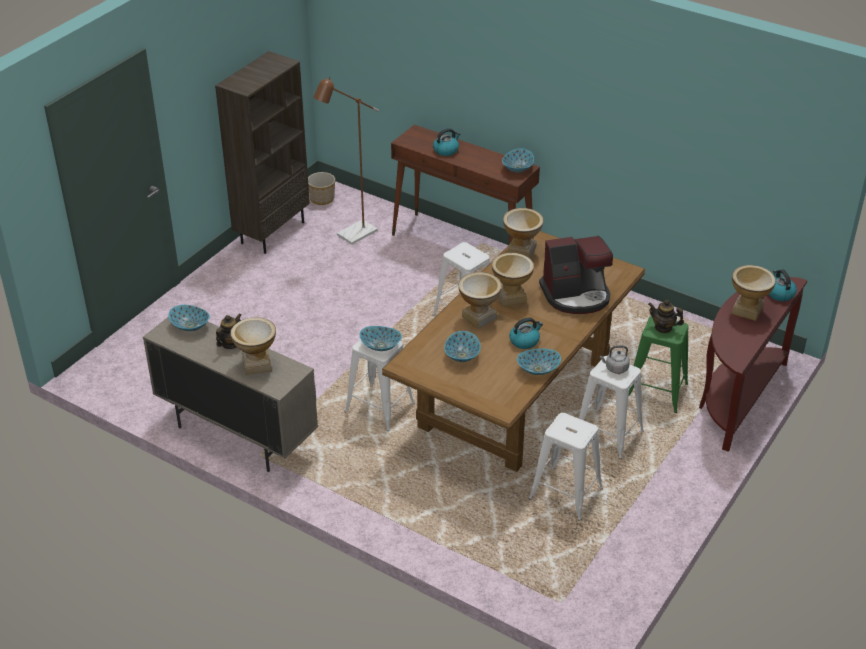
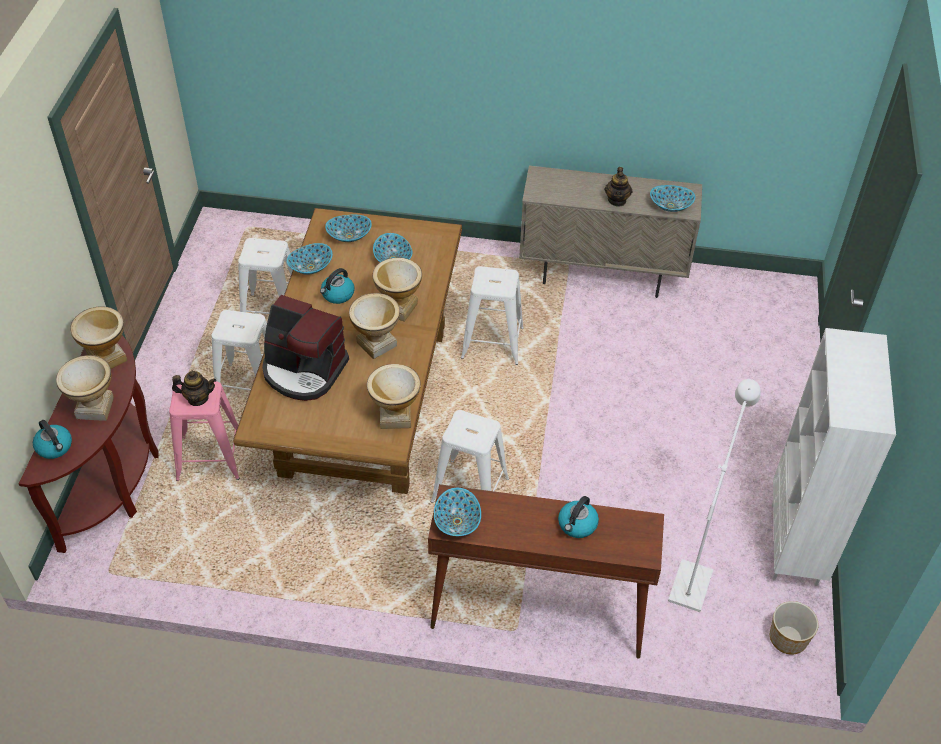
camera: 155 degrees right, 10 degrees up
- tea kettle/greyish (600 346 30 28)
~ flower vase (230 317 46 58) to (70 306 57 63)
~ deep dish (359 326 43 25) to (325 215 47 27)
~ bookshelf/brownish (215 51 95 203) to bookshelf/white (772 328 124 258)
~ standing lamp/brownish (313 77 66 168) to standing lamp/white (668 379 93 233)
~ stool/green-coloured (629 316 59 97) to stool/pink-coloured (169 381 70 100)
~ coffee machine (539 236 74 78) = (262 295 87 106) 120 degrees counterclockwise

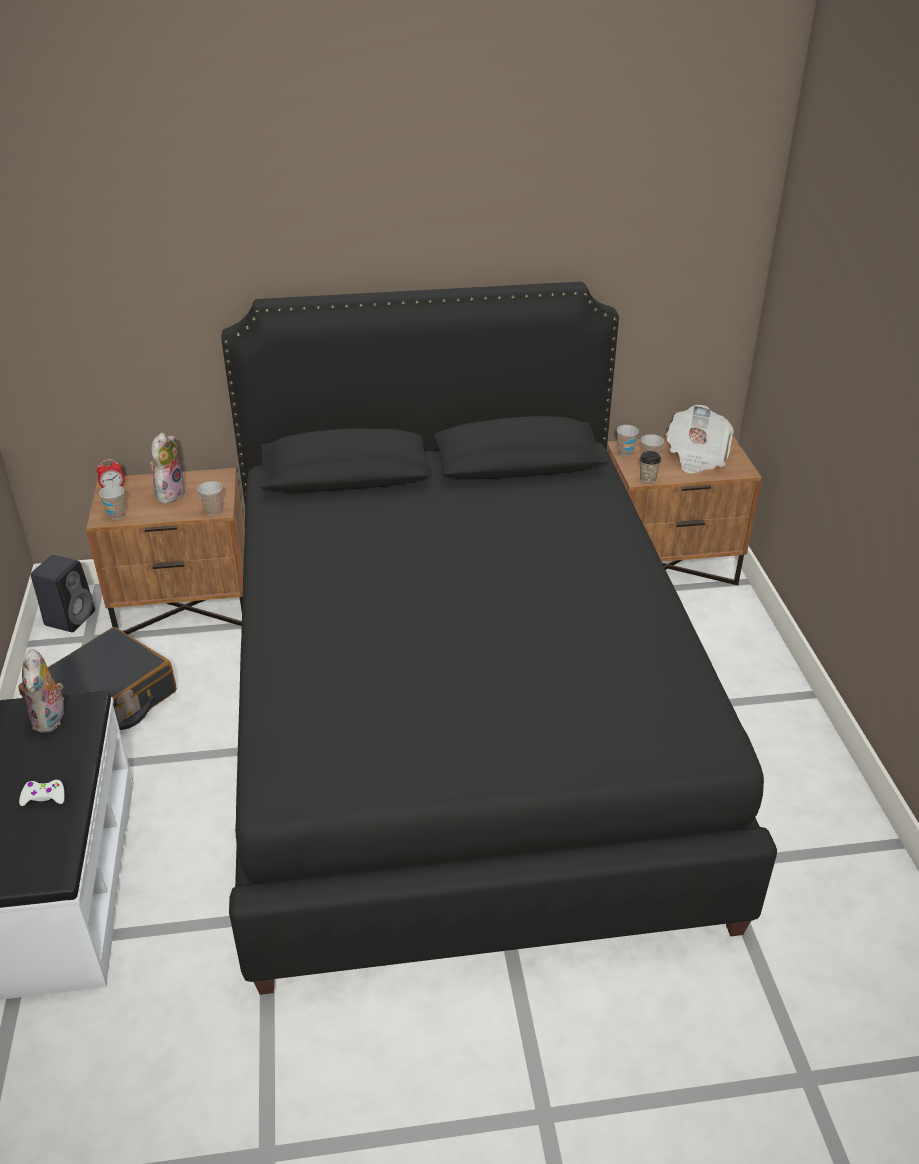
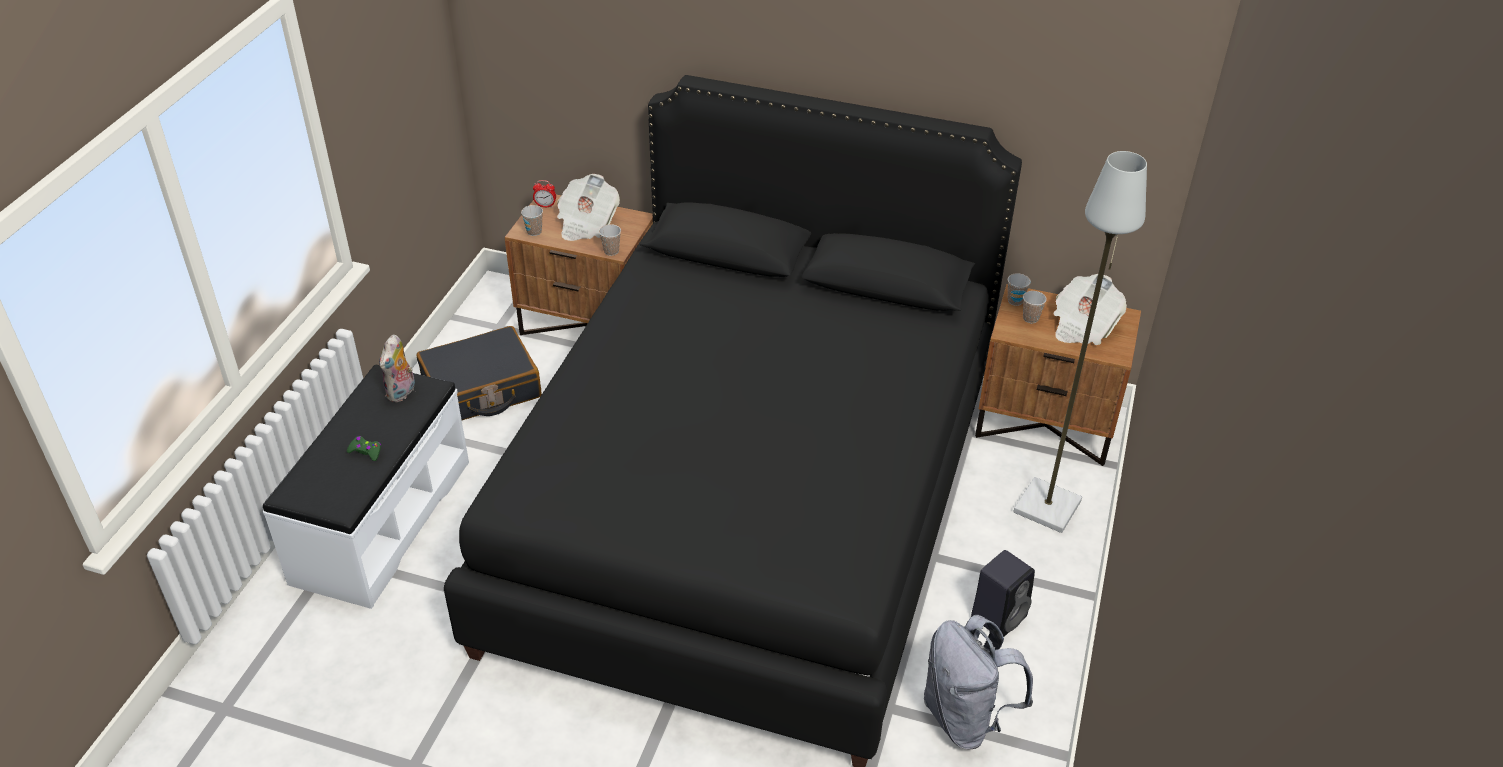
camera: 25 degrees right, 5 degrees up
- drinking cup (640 451 21 32)
+ knapsack/greyish (924 615 109 134)
+ standing lamp/greyish (1013 151 134 382)
~ speaker/black-coloured (31 555 64 77) to (971 550 64 87)
~ plush toy (150 432 37 72) to printed paper (557 174 63 67)
~ gamepad/white (19 780 46 26) to gamepad/green-coloured (347 436 34 25)

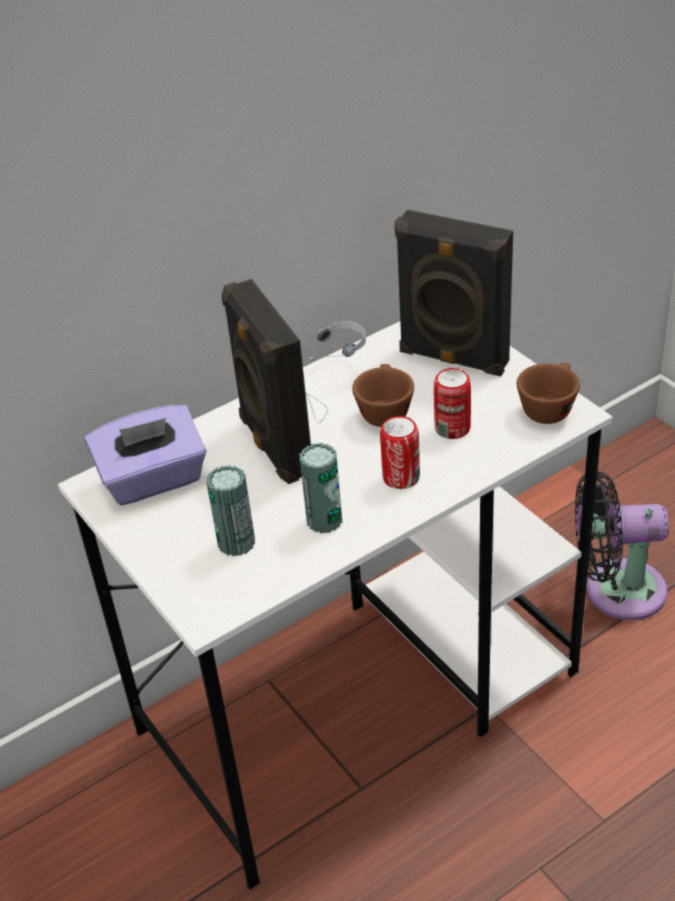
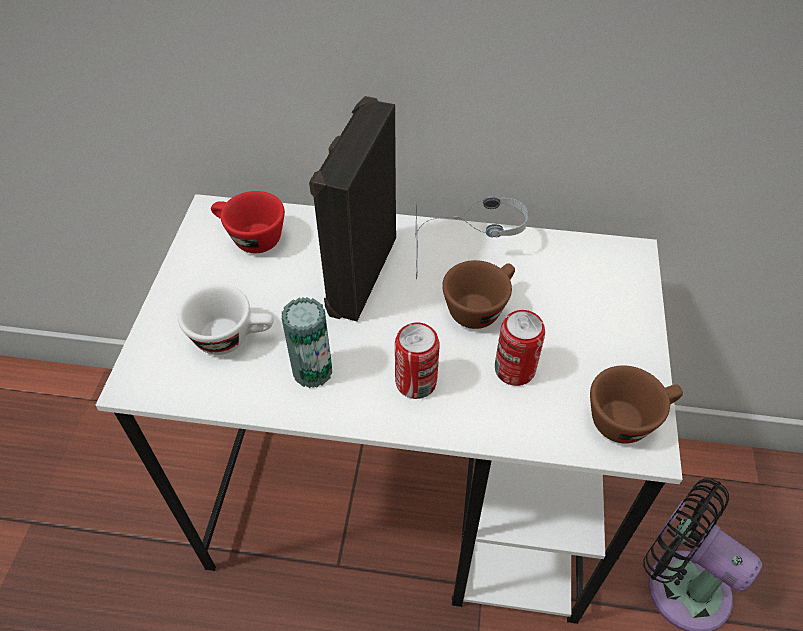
camera: 40 degrees right, 10 degrees up
- speaker/black-coloured (395 210 118 166)
~ tissue holder/purplish (85 405 121 100) to drinking cup/reddish (211 191 74 62)
~ metal can (206 465 49 92) to drinking cup/white (178 284 96 71)

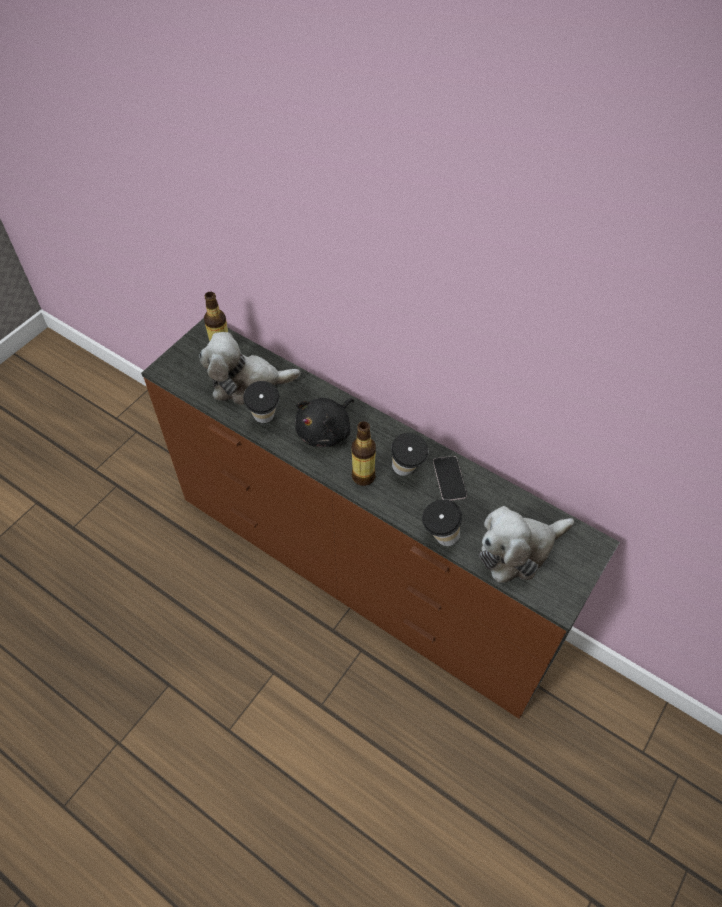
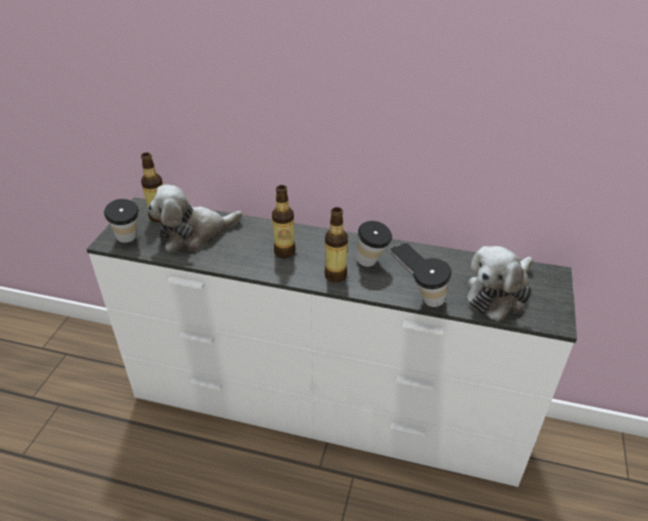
camera: 20 degrees left, 15 degrees down
~ drinking cup (243 381 37 42) to (104 199 35 44)
~ plush toy/black-coloured (295 398 59 49) to drink bottle (272 185 24 73)
~ chest of drawers/brownish (141 318 479 401) to chest of drawers/white (86 197 491 290)

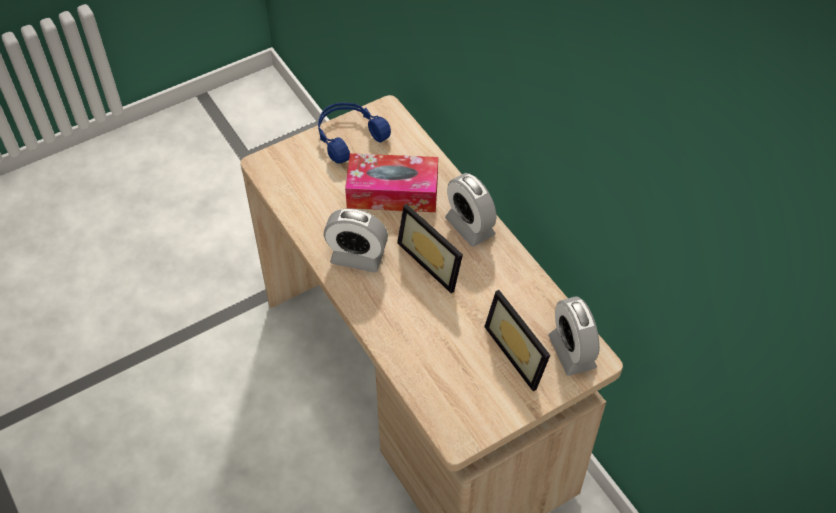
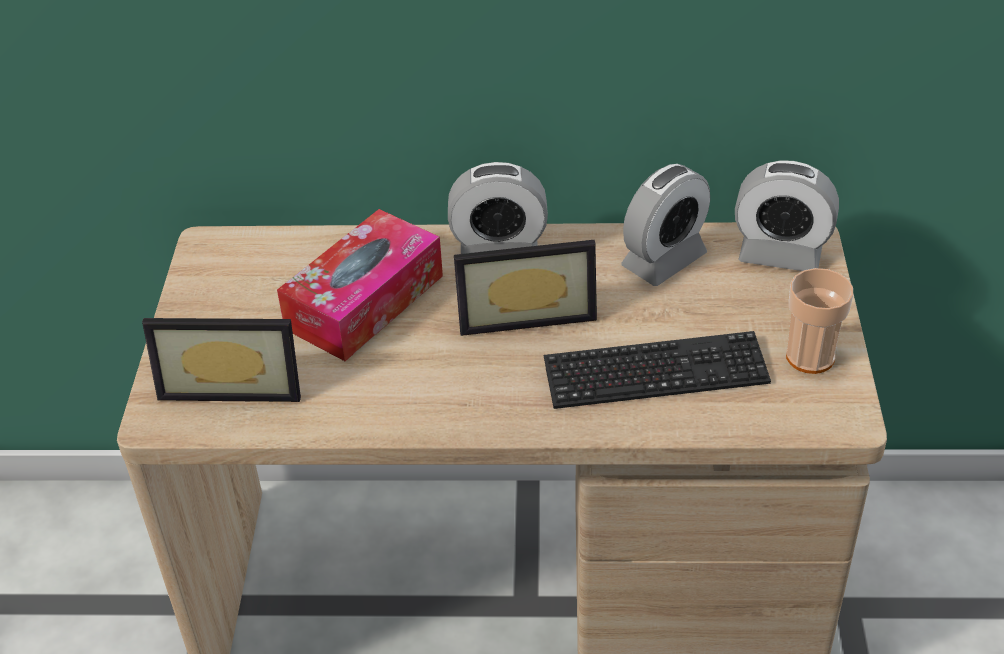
camera: 55 degrees left, 10 degrees down
- headphones/blue-coloured (318 103 73 60)
+ PC keyboard (544 331 227 78)
+ drinking cup (786 268 67 106)
~ table clock (324 208 64 65) to (621 164 89 122)
~ photo frame (484 290 66 101) to (142 318 159 84)

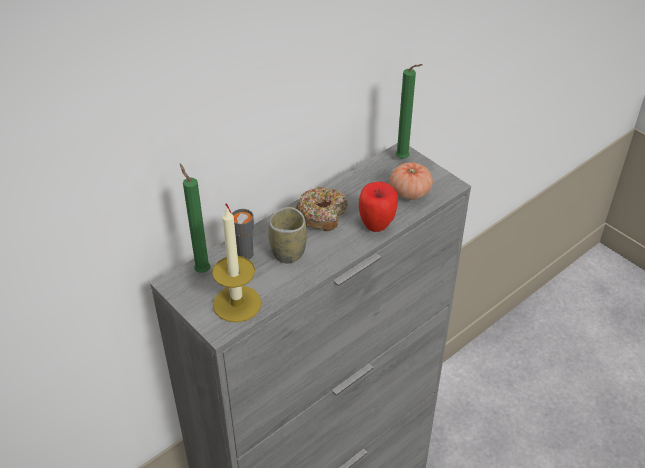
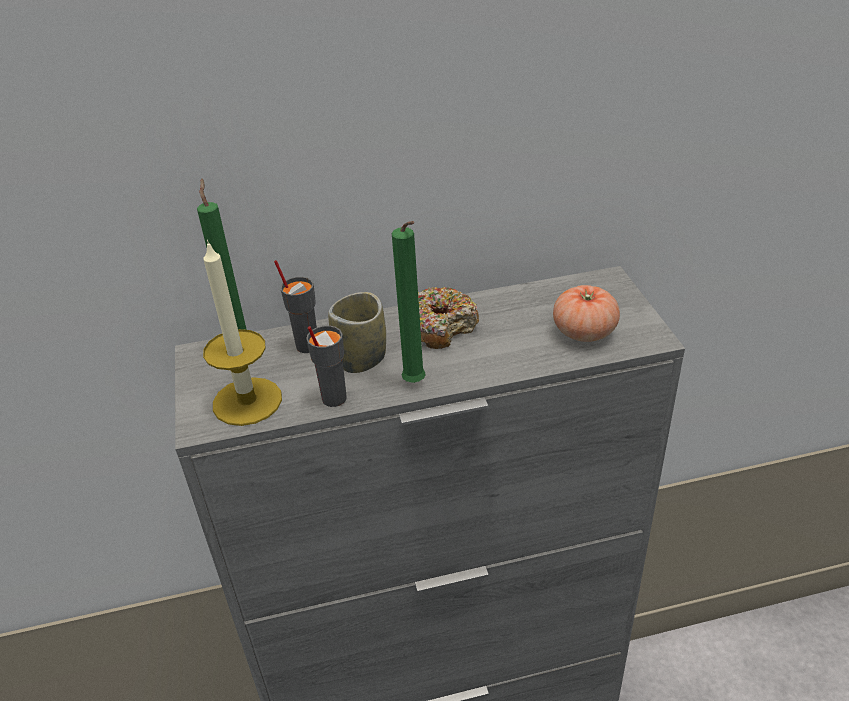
camera: 30 degrees right, 5 degrees down
- whole apple (359 182 39 50)
+ drinking cup/greyish (306 326 41 81)
~ wax candle/green-coloured (396 64 26 95) to (392 221 34 162)

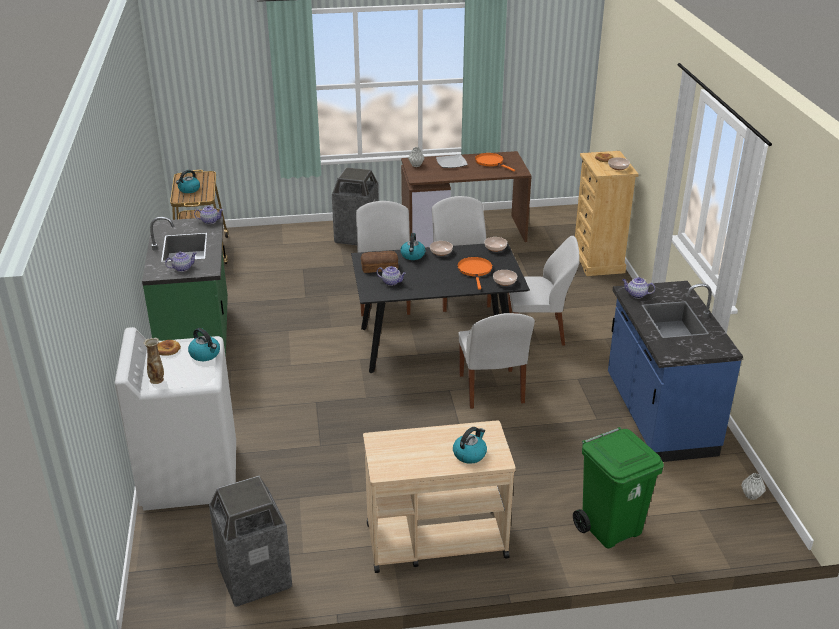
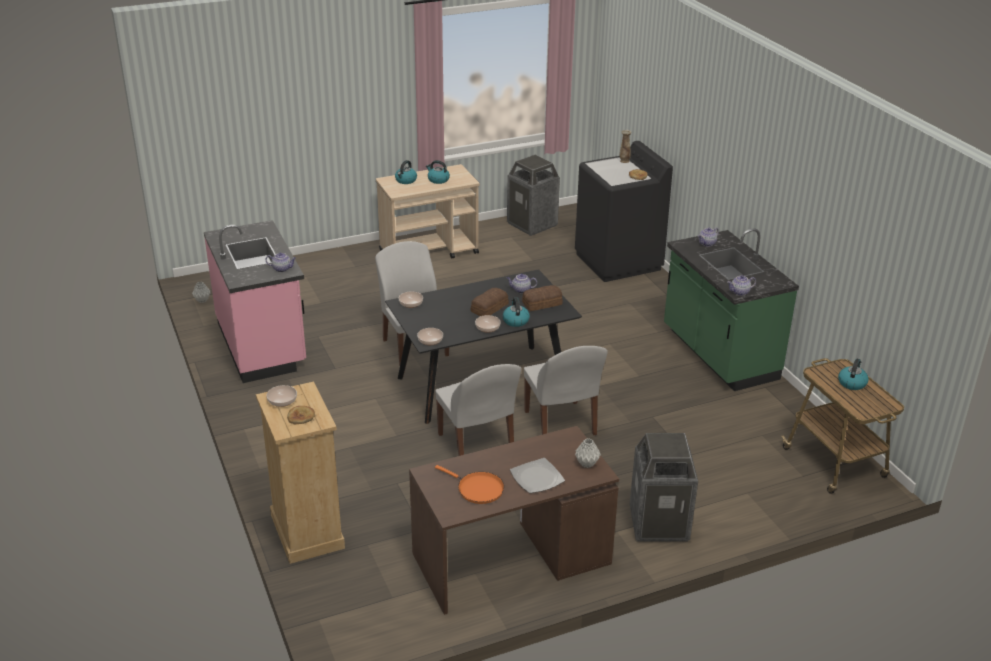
camera: 165 degrees right, 0 degrees up
- frying pan/orangey (457 257 35 32)
- plain chair/white (508 236 72 109)
- waste bin/green-coloured (573 427 91 122)
+ bread (471 288 38 28)
~ tea kettle (188 328 32 33) to (426 160 24 24)
~ washing machine/white (115 327 121 184) to washing machine/black-coloured (575 141 98 141)
~ kitchen base unit/blue-coloured (608 281 135 181) to kitchen base unit/pink-coloured (204 220 102 163)

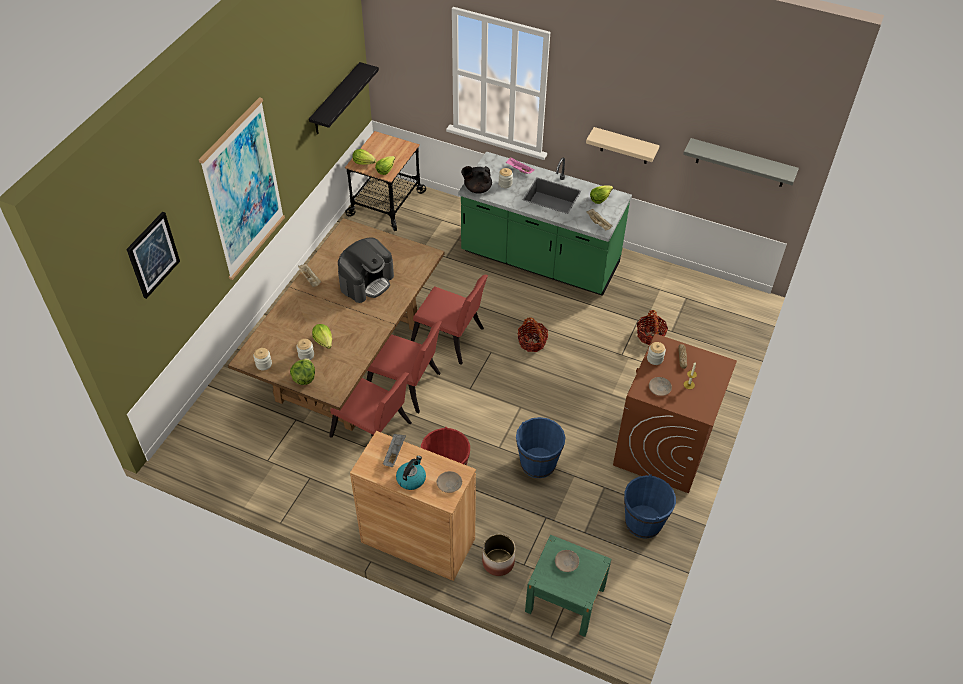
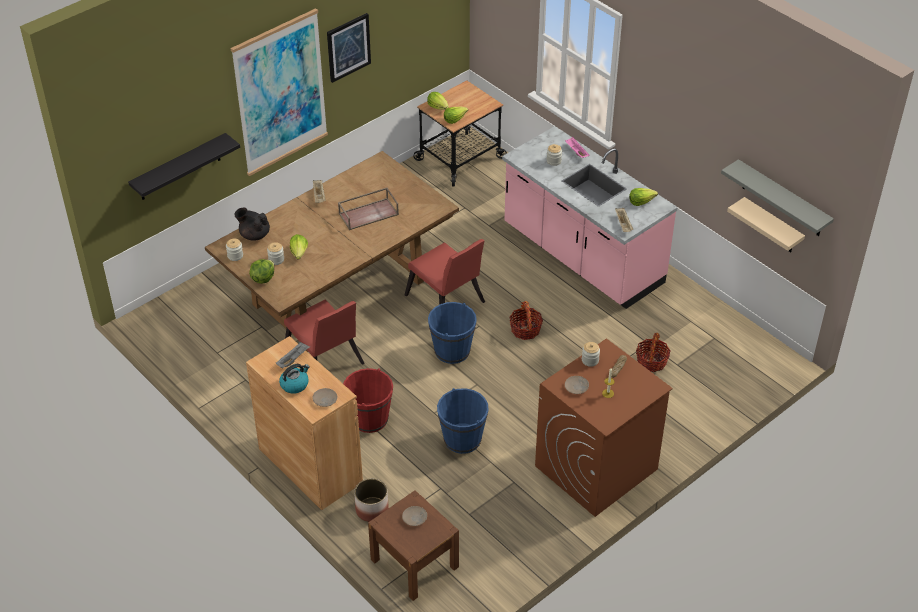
camera: 25 degrees right, 5 degrees down
- plain chair/reddish (367 321 75 92)
~ wall art (126 212 54 87) to (327 13 44 70)
~ wall shelf/black-coloured (309 62 70 73) to (128 133 112 67)
~ teapot/black-coloured (461 166 31 28) to (234 207 36 34)
~ wall shelf/beige-coloured (586 127 73 37) to (727 197 78 56)
~ water bucket/blue-coloured (624 474 52 65) to (428 302 49 62)
~ coffee machine (338 237 56 66) to carrying tray/brownish (338 187 61 43)
~ kitchen base unit/green-coloured (458 151 174 145) to kitchen base unit/pink-coloured (502 126 176 183)
~ bedside table/green-coloured (525 535 86 102) to bedside table/brownish (368 490 91 111)

